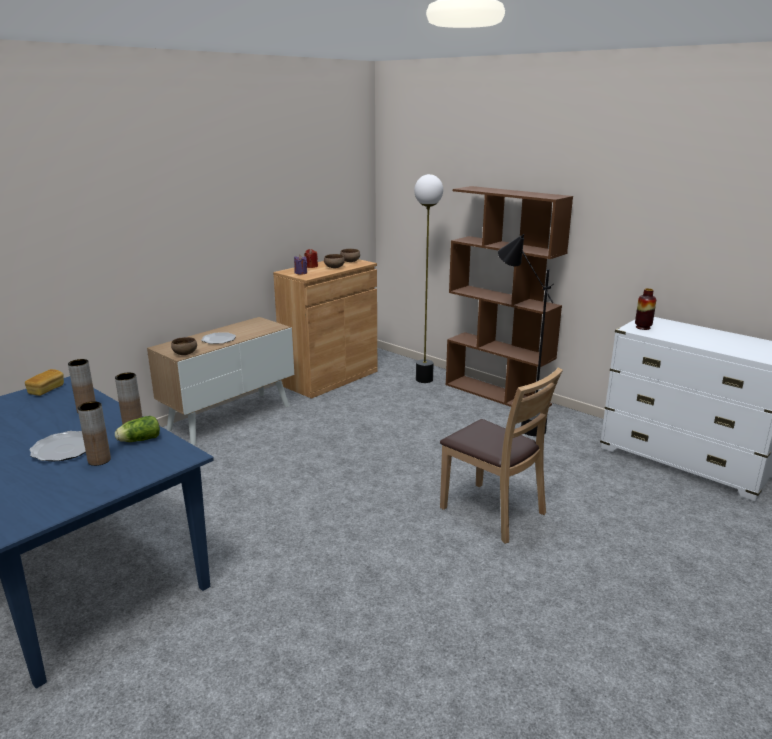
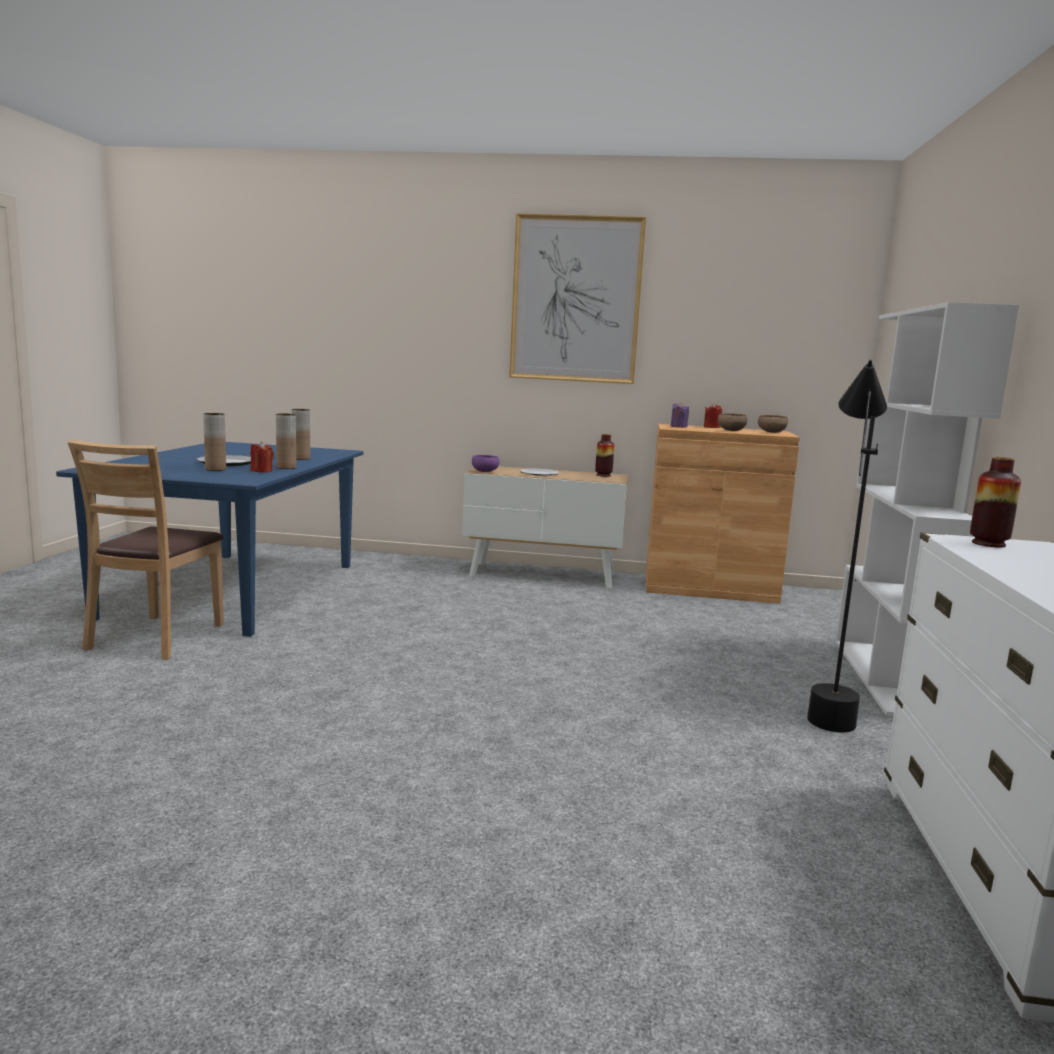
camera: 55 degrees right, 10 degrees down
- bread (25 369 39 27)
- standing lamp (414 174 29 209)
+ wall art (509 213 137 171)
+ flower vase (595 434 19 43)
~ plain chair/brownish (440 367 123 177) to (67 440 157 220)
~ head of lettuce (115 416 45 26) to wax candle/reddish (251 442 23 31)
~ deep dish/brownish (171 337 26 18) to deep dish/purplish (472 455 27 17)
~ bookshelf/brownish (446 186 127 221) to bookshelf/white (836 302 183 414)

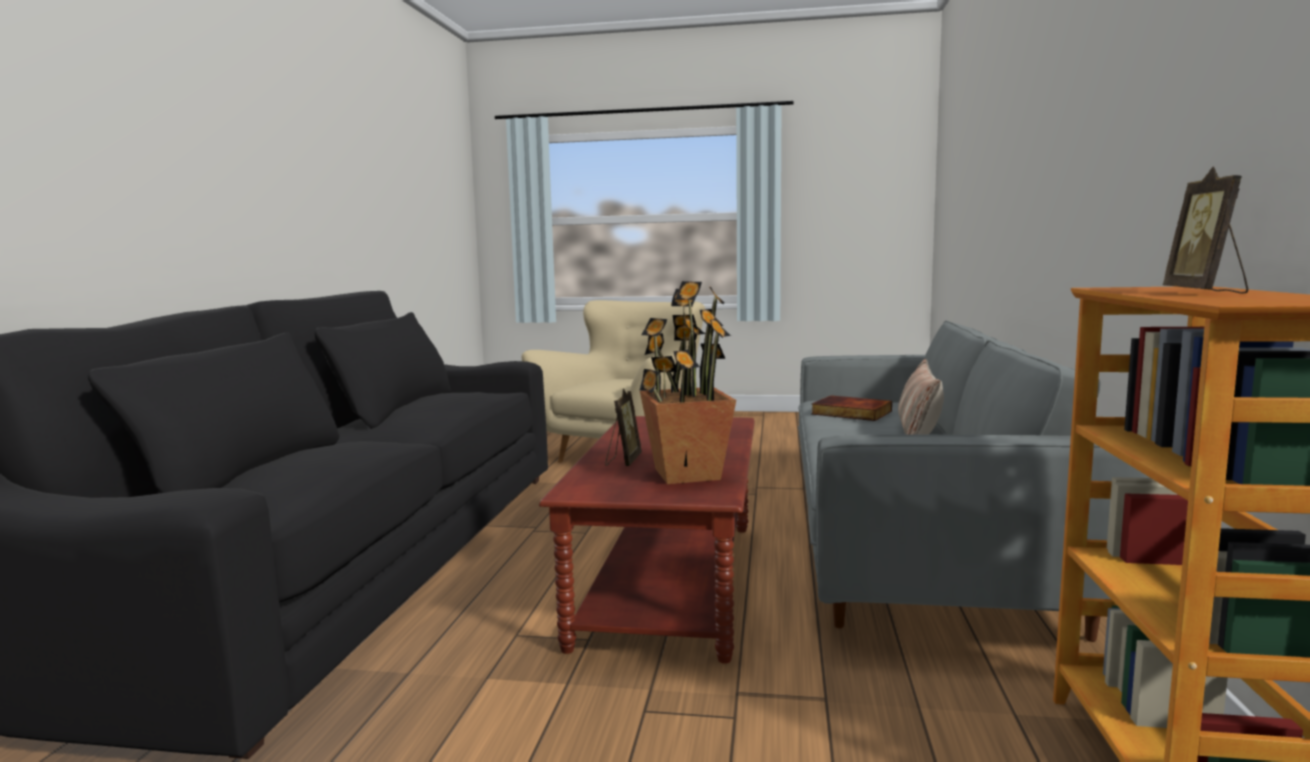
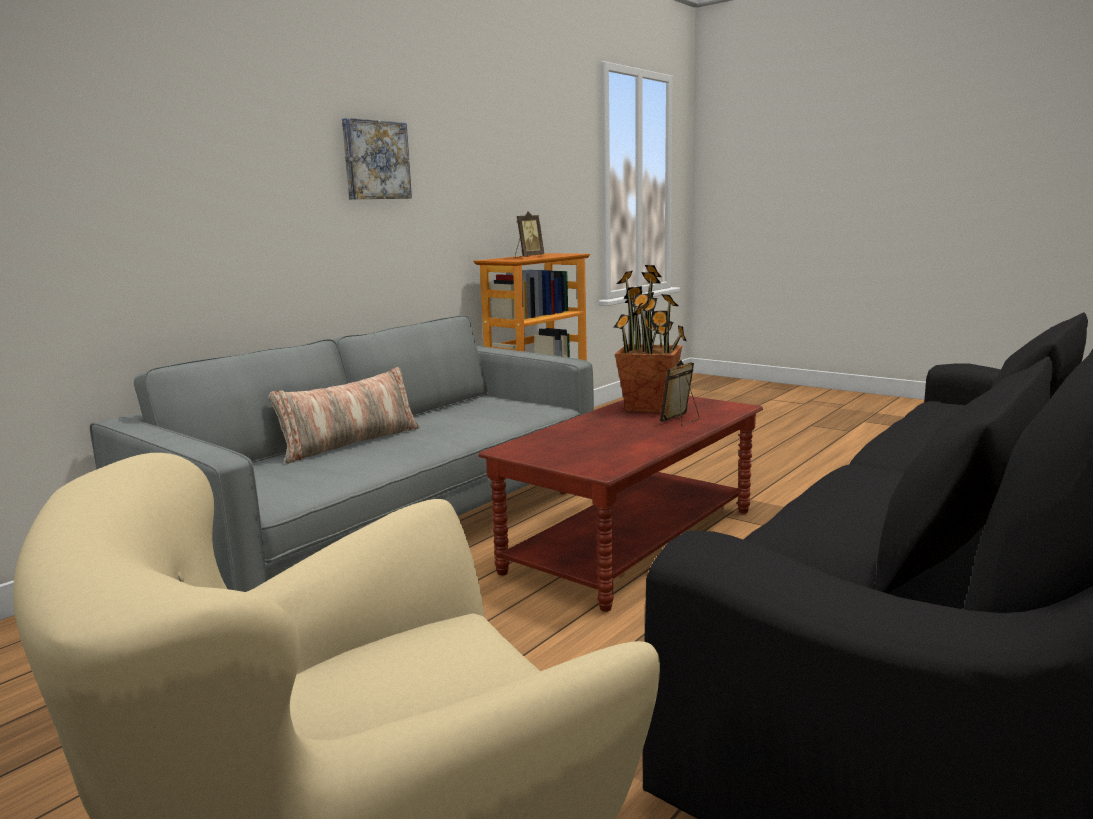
camera: 150 degrees left, 5 degrees up
- bound book (811 395 81 26)
+ wall art (342 118 70 81)

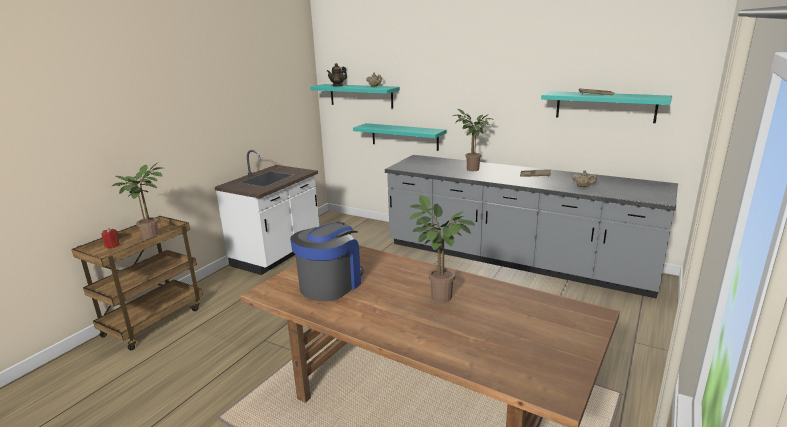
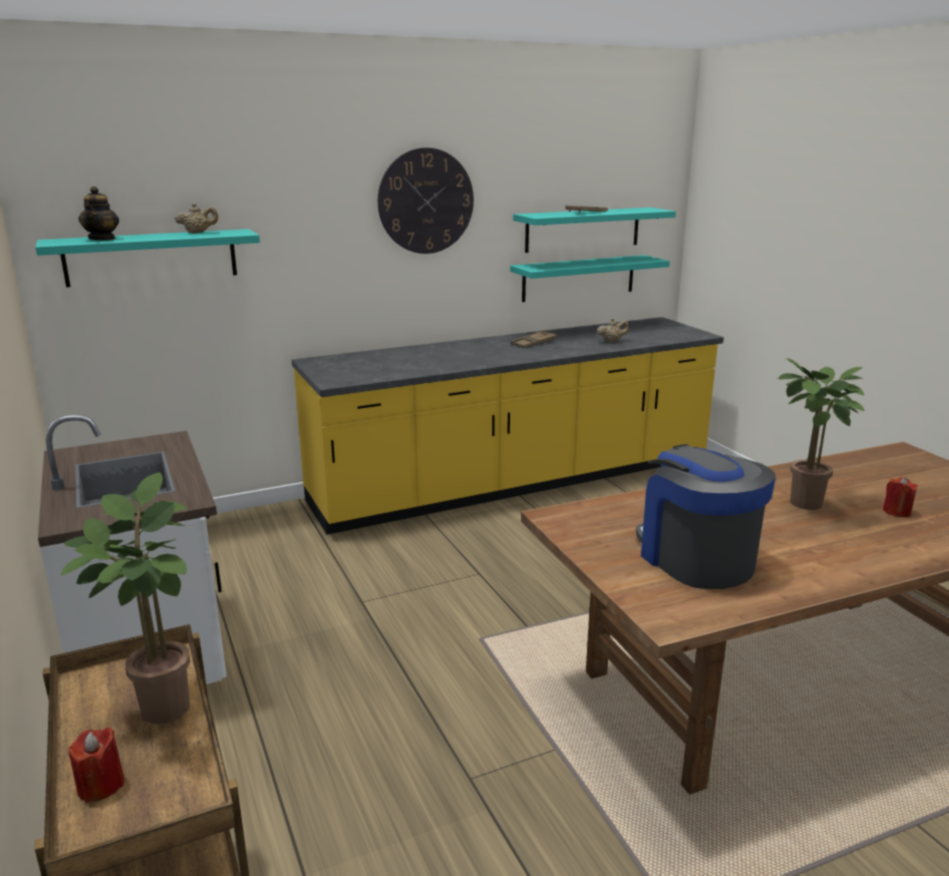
camera: 55 degrees left, 0 degrees up
- houseplant (453 109 39 62)
+ wall clock (378 148 96 106)
+ wax candle/reddish (883 477 35 40)
~ wall shelf/blue-green (353 123 93 28) to (510 255 160 47)
~ kitchen base unit/greyish (385 155 293 144) to kitchen base unit/yellow-coloured (292 317 432 218)

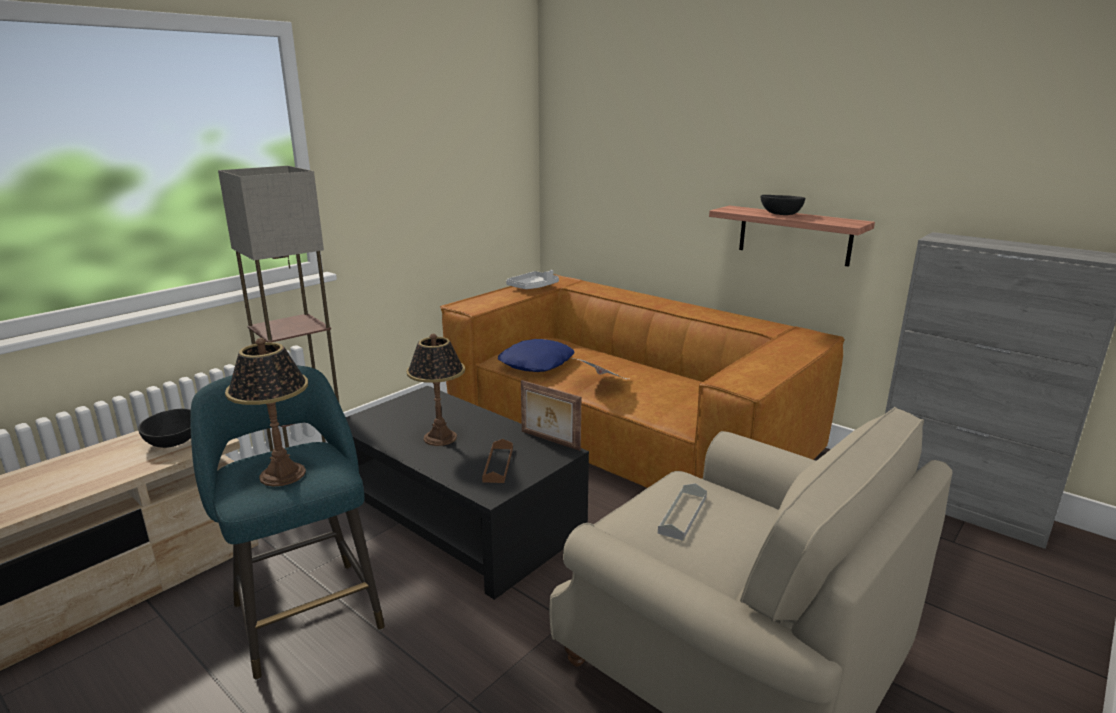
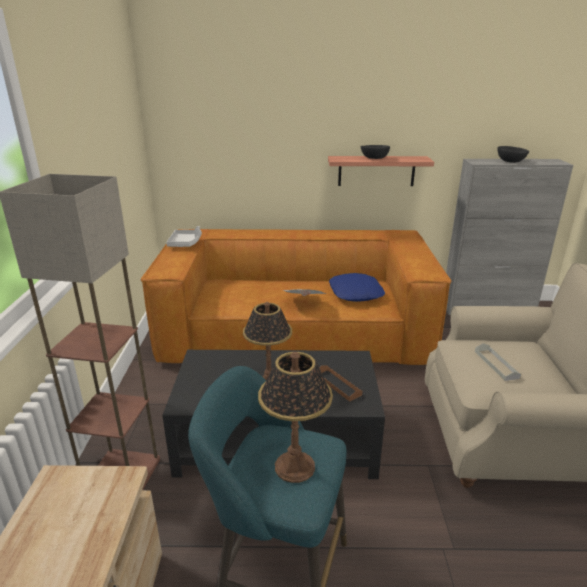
camera: 40 degrees left, 5 degrees up
- photo frame (521 380 60 71)
~ deep dish/black-coloured (138 408 53 40) to (497 146 32 17)
~ throw pillow/blue-coloured (498 339 77 33) to (329 273 56 29)

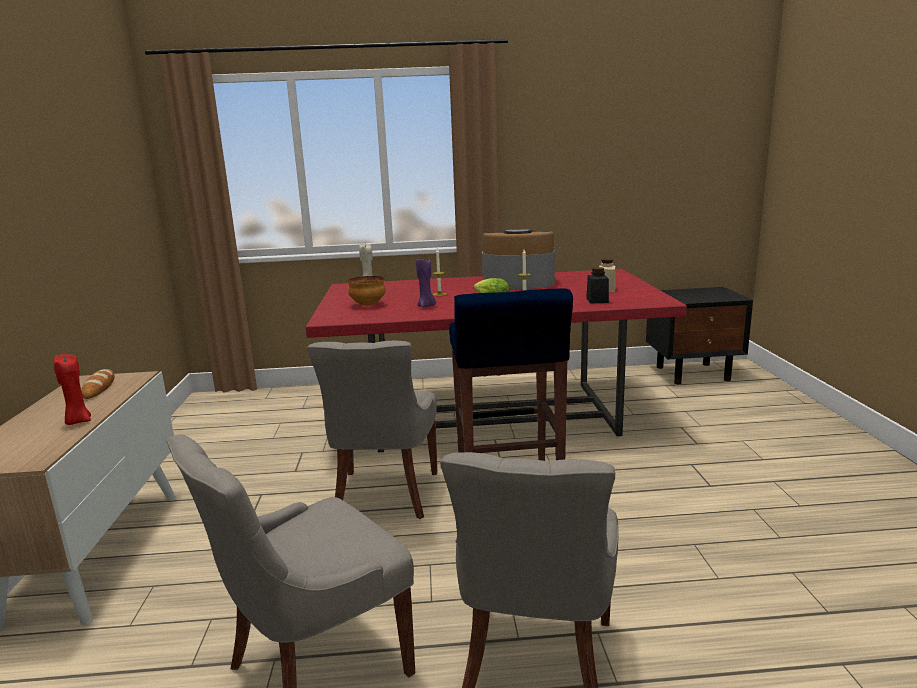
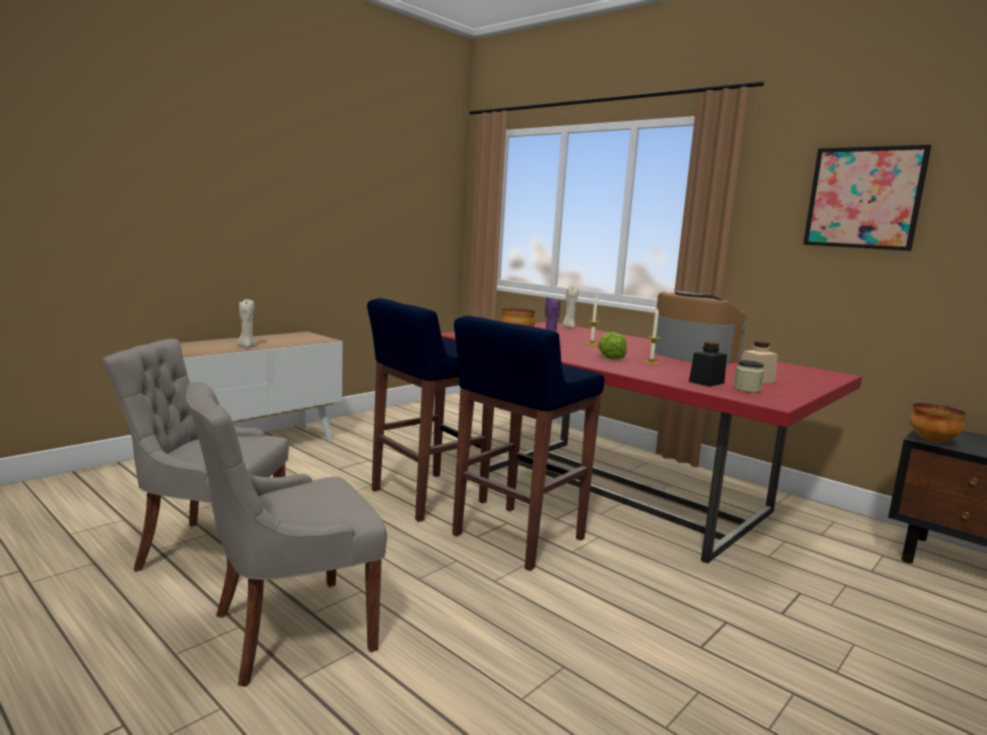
camera: 45 degrees right, 5 degrees down
- bread (81 369 34 30)
+ jar (734 360 30 33)
+ wall art (803 145 128 106)
+ deep dish (909 403 58 39)
~ plain chair/greyish (307 340 130 179) to stool/blue-coloured (367 298 127 224)
~ wax candle/reddish (54 354 37 71) to wax candle/beige-coloured (237 298 20 49)

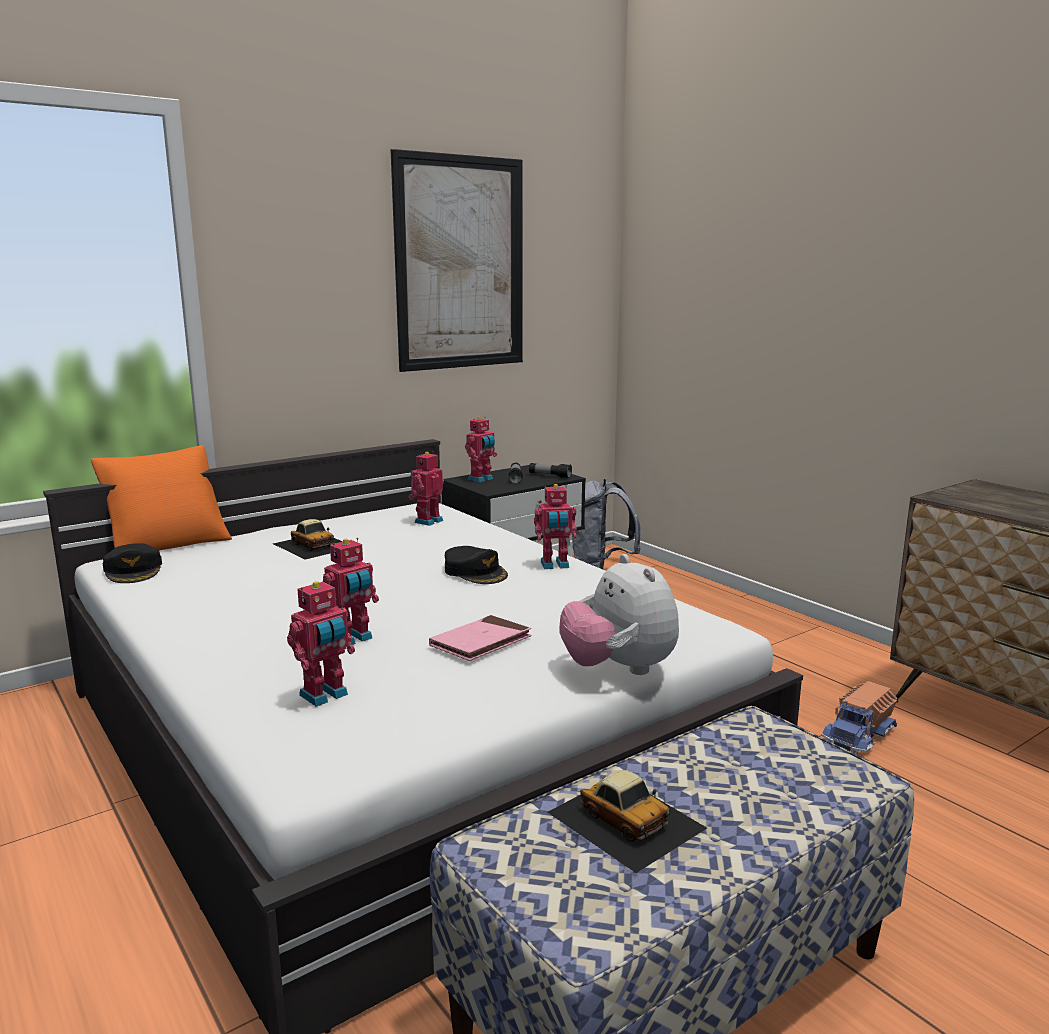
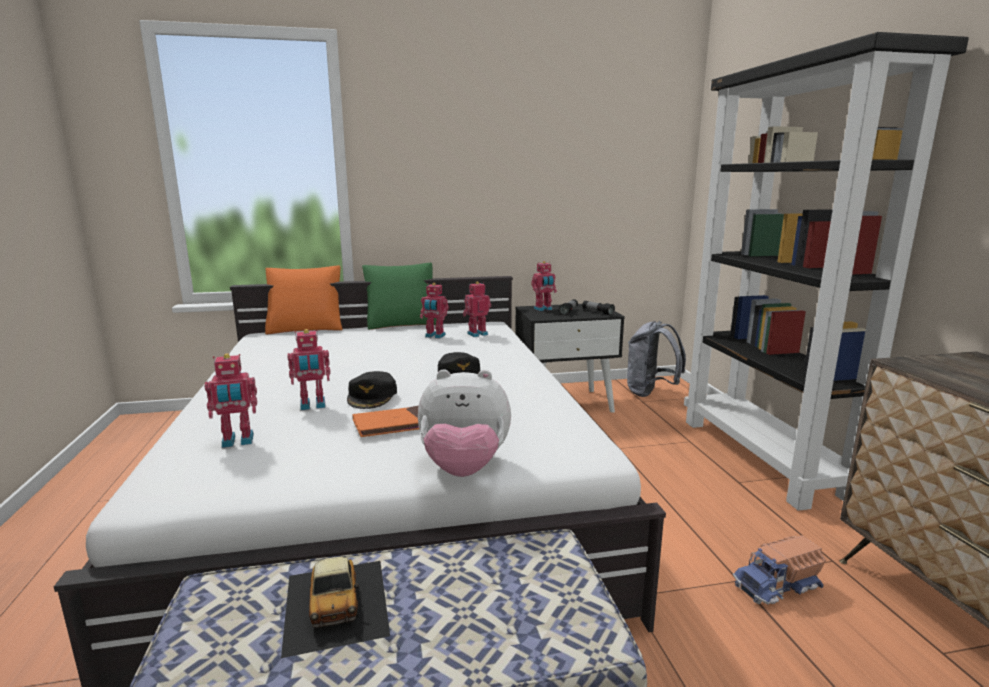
camera: 25 degrees right, 0 degrees up
- toy car (273 519 70 41)
- wall art (390 149 133 223)
+ throw pillow/green-coloured (362 263 75 67)
+ bookshelf/black-coloured (684 32 285 479)
~ baseball cap/black-coloured (103 543 59 40) to (347 371 50 38)
~ model robot (534 484 43 85) to (420 283 29 56)
~ bound book/pink-coloured (429 615 103 46) to bound book/orangey (353 406 66 31)
~ plush toy (560 554 119 121) = (418 369 93 108) 90 degrees counterclockwise

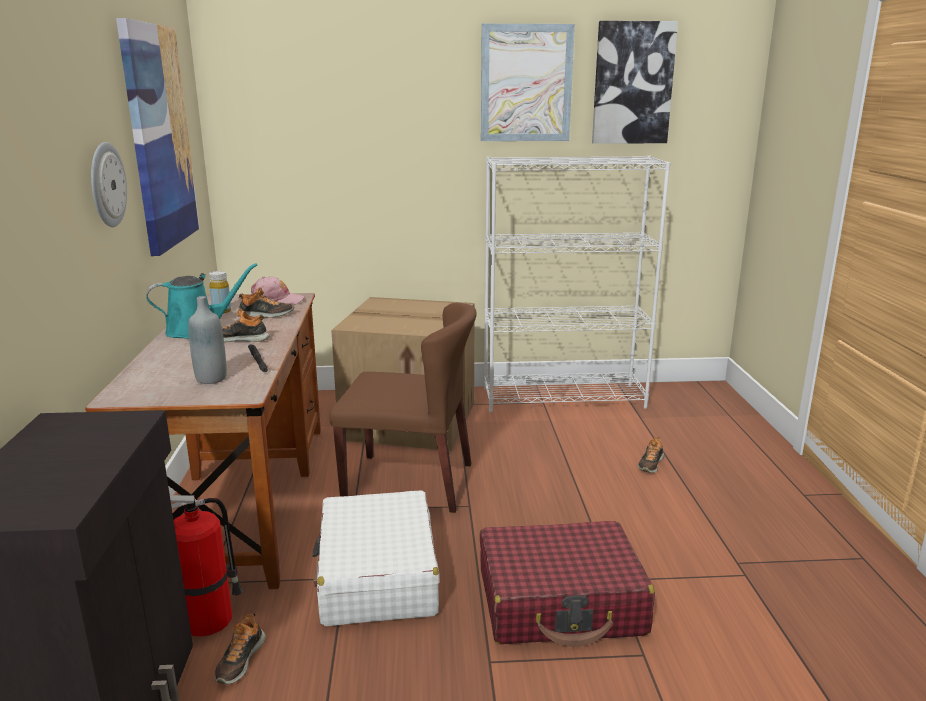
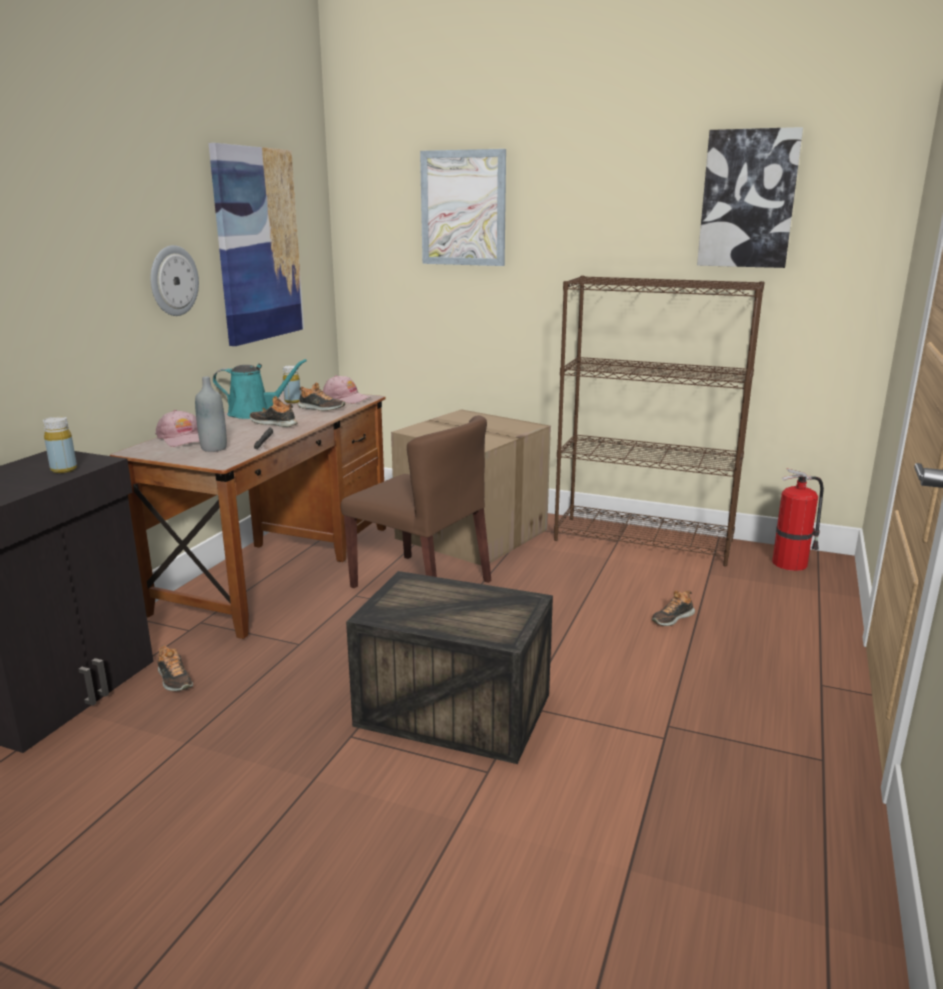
camera: 25 degrees right, 0 degrees up
- suitcase/white (312 490 128 136)
+ drink bottle/yellow-coloured (43 417 34 56)
+ baseball cap/pink-coloured (155 410 44 37)
~ fire extinguisher (170 495 73 142) to (772 469 52 102)
~ wall art (481 24 94 117) to (420 149 86 117)
~ suitcase/reddish (480 521 175 126) to crate (346 571 207 193)
~ bookshelf/white (484 156 187 257) to bookshelf/brownish (554 276 211 290)
~ low shoe (215 613 51 71) = (157 645 36 46) 75 degrees counterclockwise

